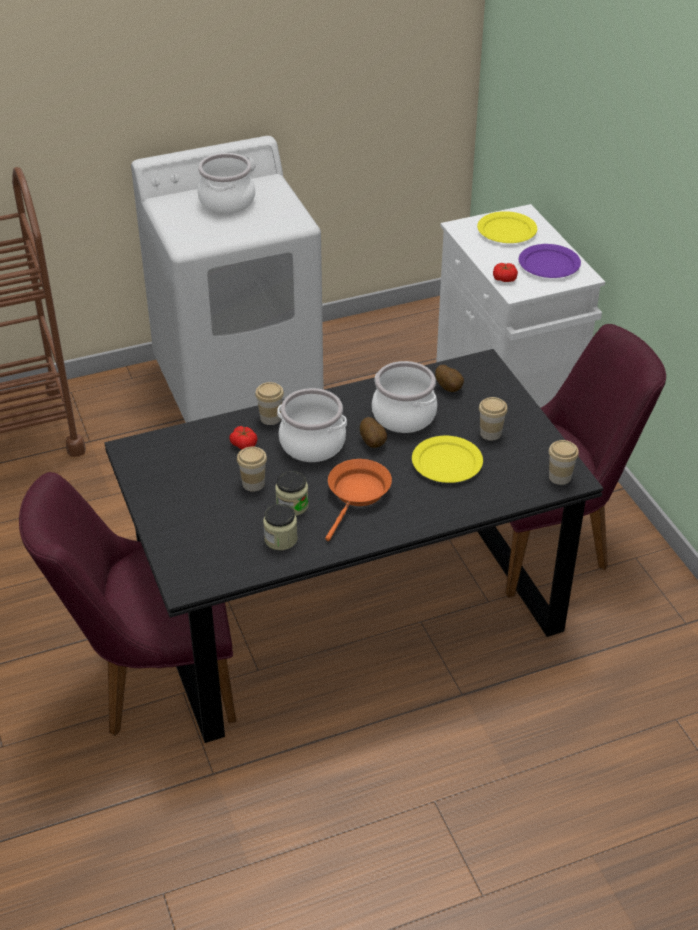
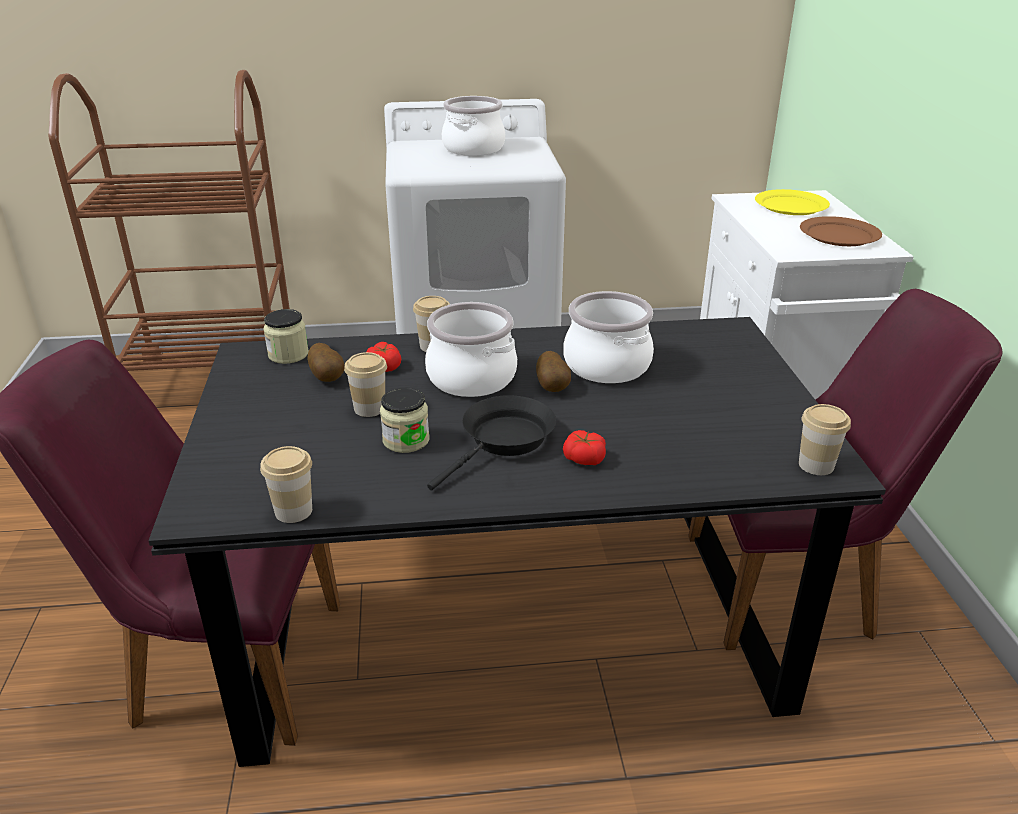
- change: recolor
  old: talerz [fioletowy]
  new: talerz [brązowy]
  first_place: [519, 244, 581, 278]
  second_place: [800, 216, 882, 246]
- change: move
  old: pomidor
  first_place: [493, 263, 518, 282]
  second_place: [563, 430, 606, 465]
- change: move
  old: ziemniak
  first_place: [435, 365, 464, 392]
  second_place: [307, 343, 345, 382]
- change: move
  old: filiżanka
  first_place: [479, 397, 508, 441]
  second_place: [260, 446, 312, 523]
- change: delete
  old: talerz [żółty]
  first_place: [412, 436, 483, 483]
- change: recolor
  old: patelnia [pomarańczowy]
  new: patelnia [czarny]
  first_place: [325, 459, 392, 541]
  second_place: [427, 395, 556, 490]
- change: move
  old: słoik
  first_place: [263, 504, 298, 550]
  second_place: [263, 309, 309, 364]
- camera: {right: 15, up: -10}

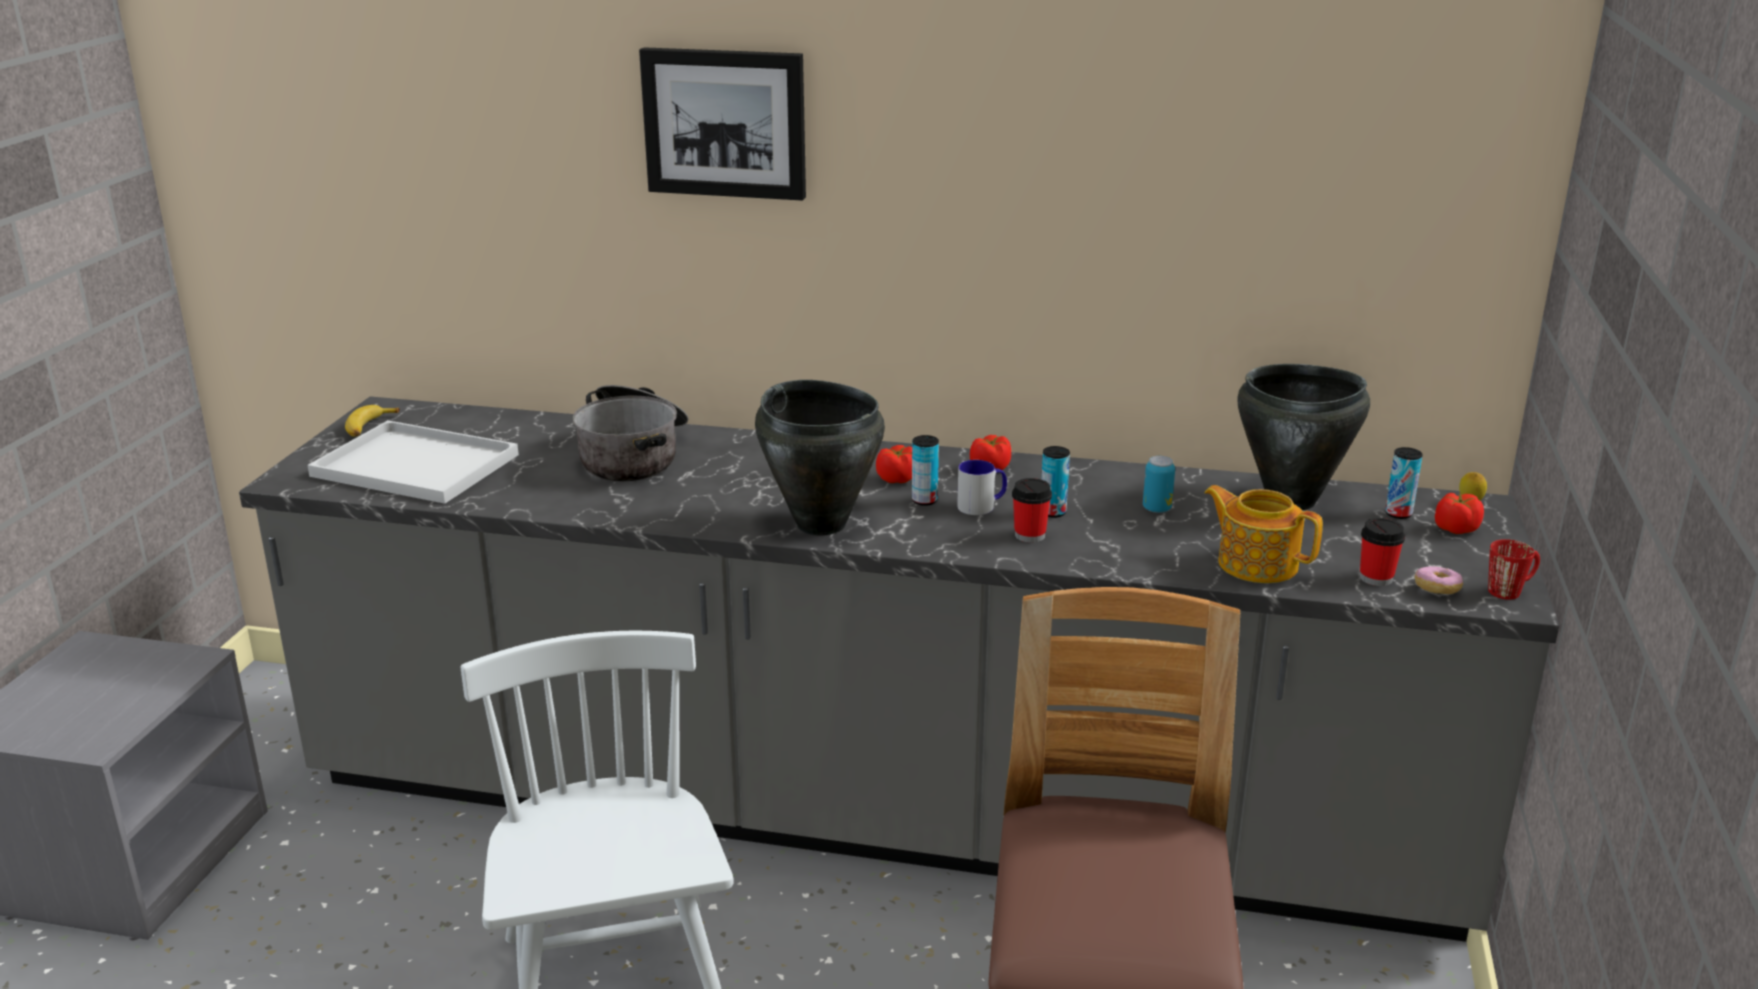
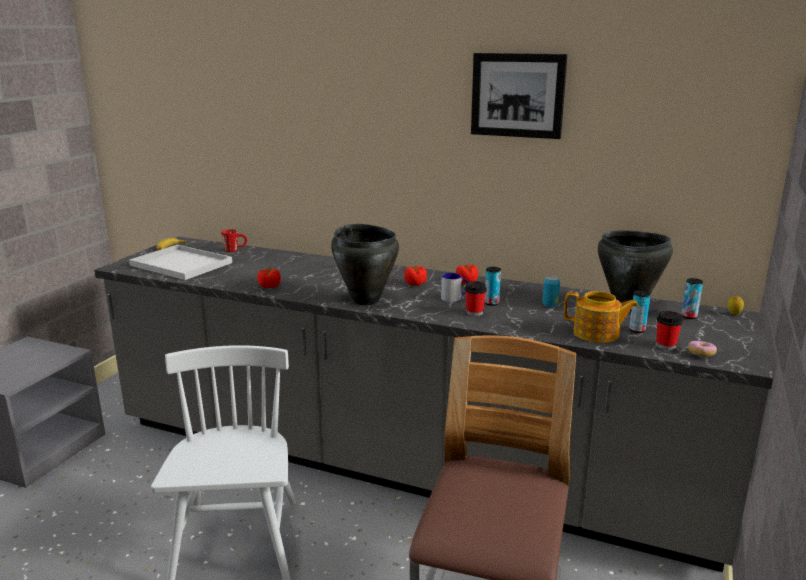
- change: move
  old: obraz
  first_place: [639, 47, 806, 201]
  second_place: [471, 53, 568, 139]
- change: delete
  old: garnek
  first_place: [572, 385, 689, 481]
- change: move
  old: puszka
  first_place: [912, 435, 939, 506]
  second_place: [629, 290, 651, 333]
- change: rotate
  old: imbryk
  first_place: [1204, 485, 1323, 583]
  second_place: [564, 291, 639, 343]
  degrees: 150
- change: move
  old: pomidor
  first_place: [1435, 493, 1484, 534]
  second_place: [257, 268, 281, 288]
- change: move
  old: kubek [czerwony]
  first_place: [1488, 539, 1540, 600]
  second_place: [221, 229, 247, 252]
- camera: {right: 10, up: -5}

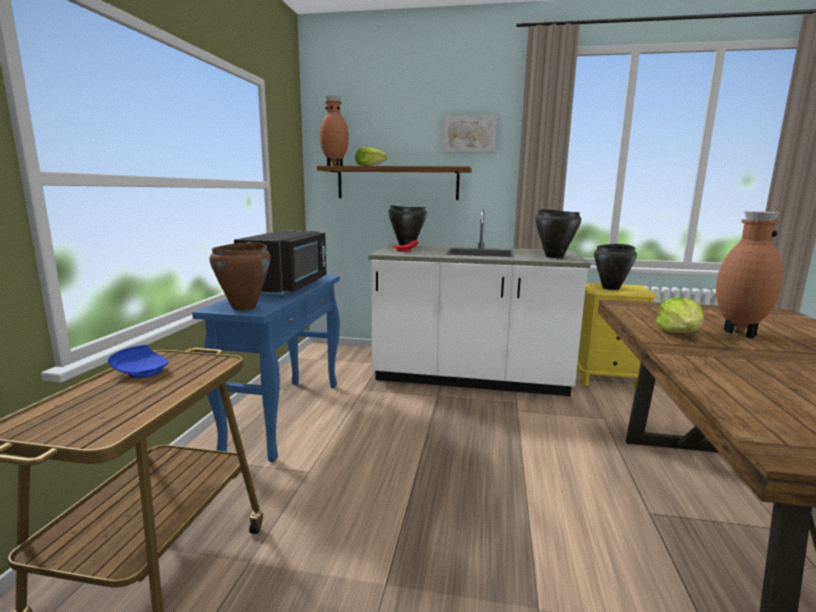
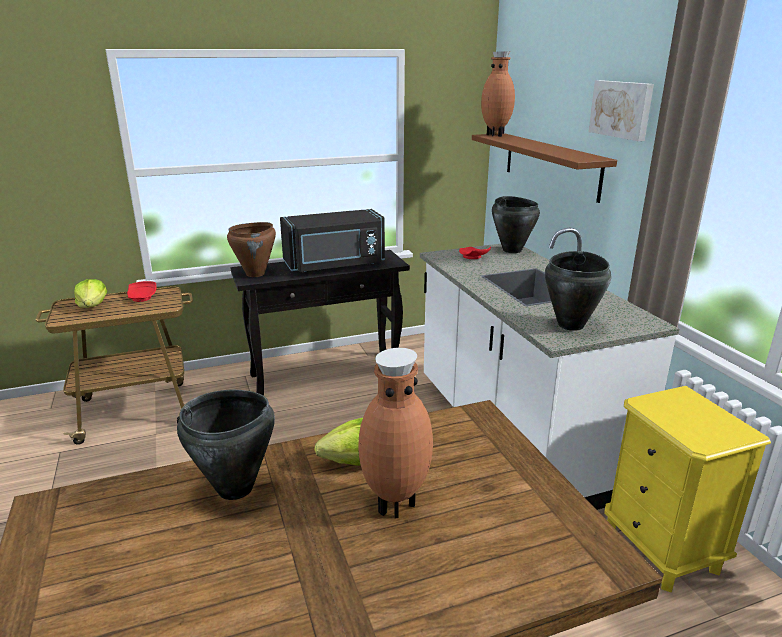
- change: move
  old: sałata
  first_place: [355, 147, 387, 166]
  second_place: [74, 279, 107, 308]
- change: move
  old: garnek [czarny]
  first_place: [594, 244, 637, 290]
  second_place: [177, 390, 275, 500]
- change: recolor
  old: stolik konsolowy [niebieski]
  new: stolik konsolowy [czarny]
  first_place: [192, 275, 340, 462]
  second_place: [230, 250, 410, 396]
- change: recolor
  old: talerz [niebieski]
  new: talerz [czerwony]
  first_place: [108, 345, 169, 378]
  second_place: [127, 281, 157, 302]
- camera: {right: 60, up: 10}

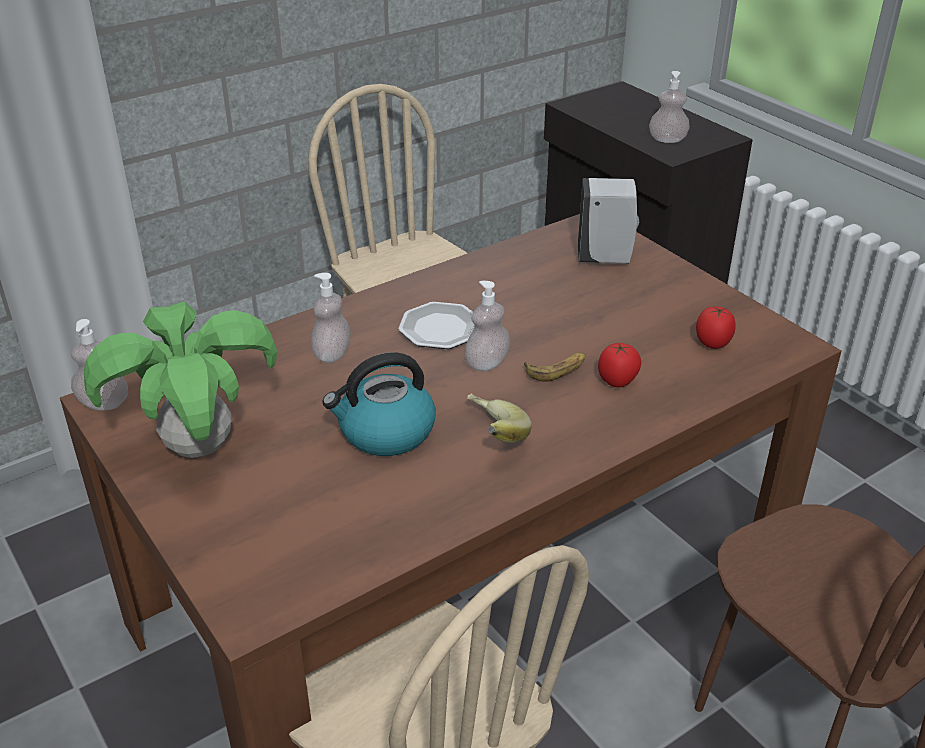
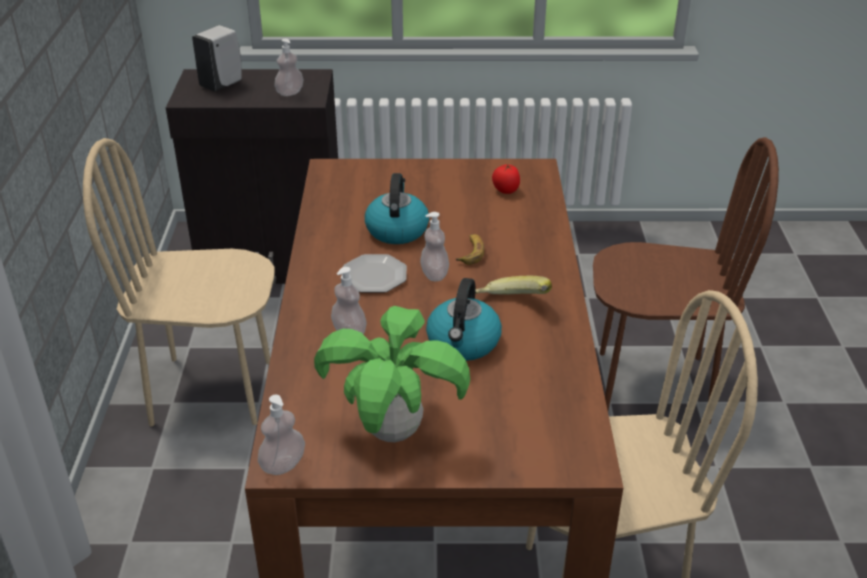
- change: move
  old: dozownik mydła [biały]
  first_place: [578, 178, 639, 264]
  second_place: [192, 25, 242, 91]
- change: delete
  old: pomidor
  first_place: [598, 343, 641, 388]
- change: insert
  new: czajnik
  second_place: [365, 173, 429, 244]
- camera: {right: -55, up: 0}

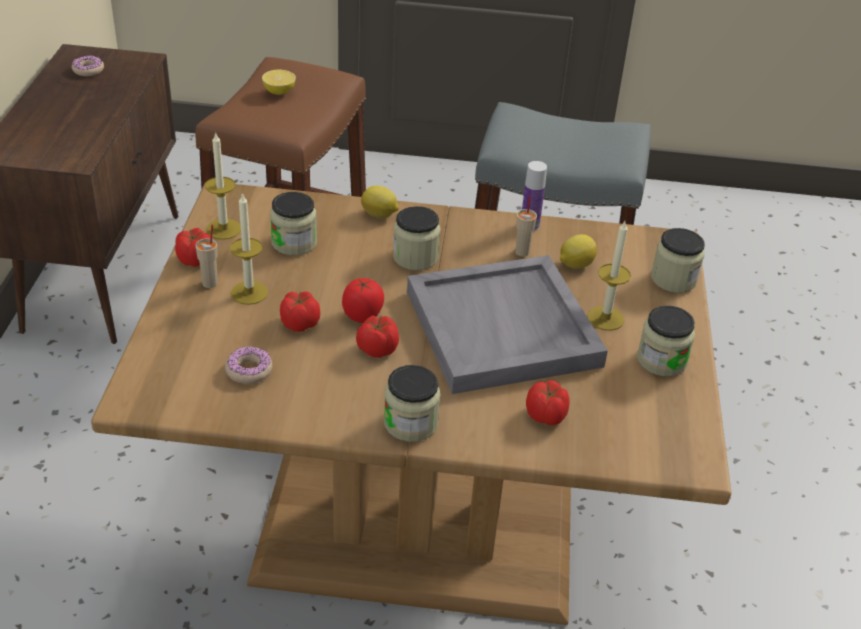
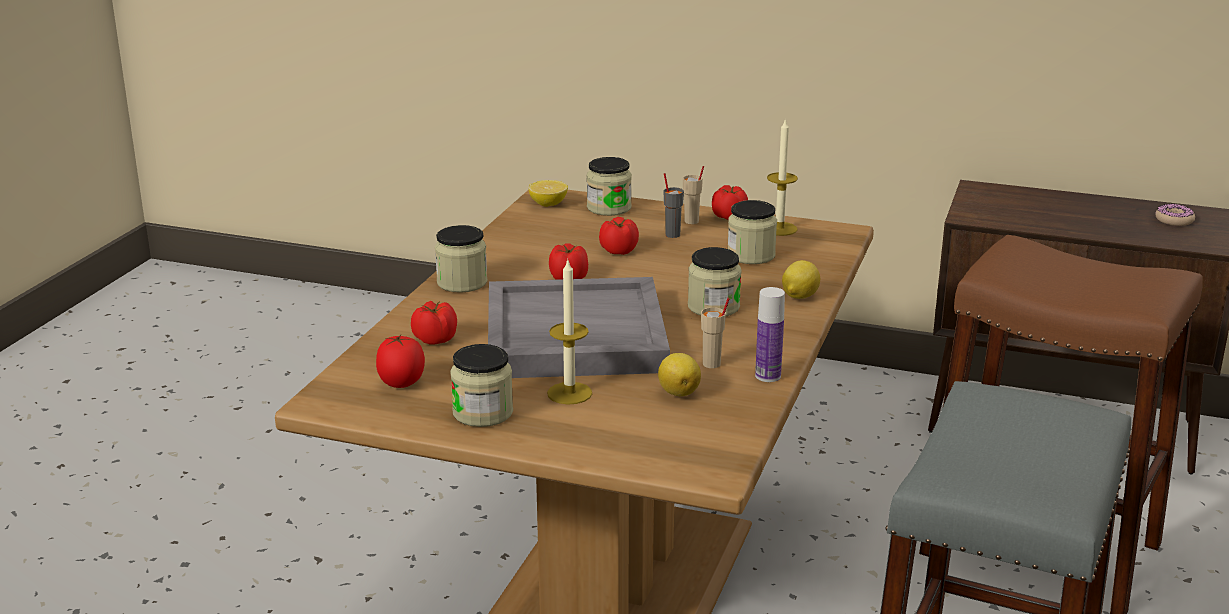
- change: move
  old: cytryna
  first_place: [262, 69, 296, 95]
  second_place: [528, 180, 568, 207]
- change: replace
  old: świeca
  new: filiżanka [szary]
  first_place: [230, 193, 268, 305]
  second_place: [663, 173, 684, 238]
- change: move
  old: słoik
  first_place: [651, 228, 705, 293]
  second_place: [587, 157, 632, 216]
- change: move
  old: pomidor
  first_place: [342, 278, 384, 323]
  second_place: [376, 335, 425, 388]
- change: delete
  old: donut
  first_place: [225, 346, 272, 384]
- camera: {right: 105, up: -15}

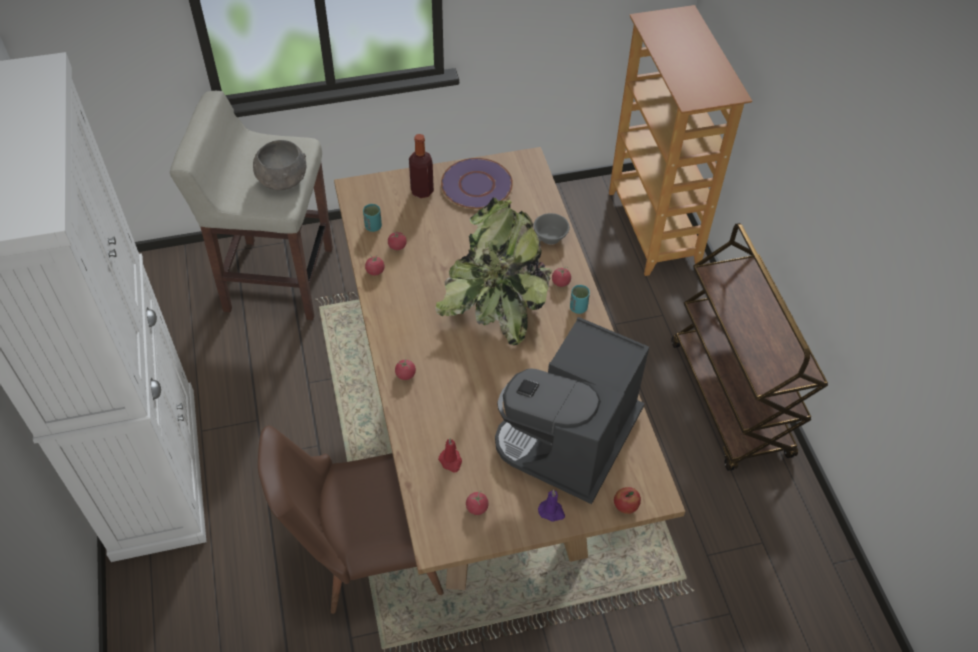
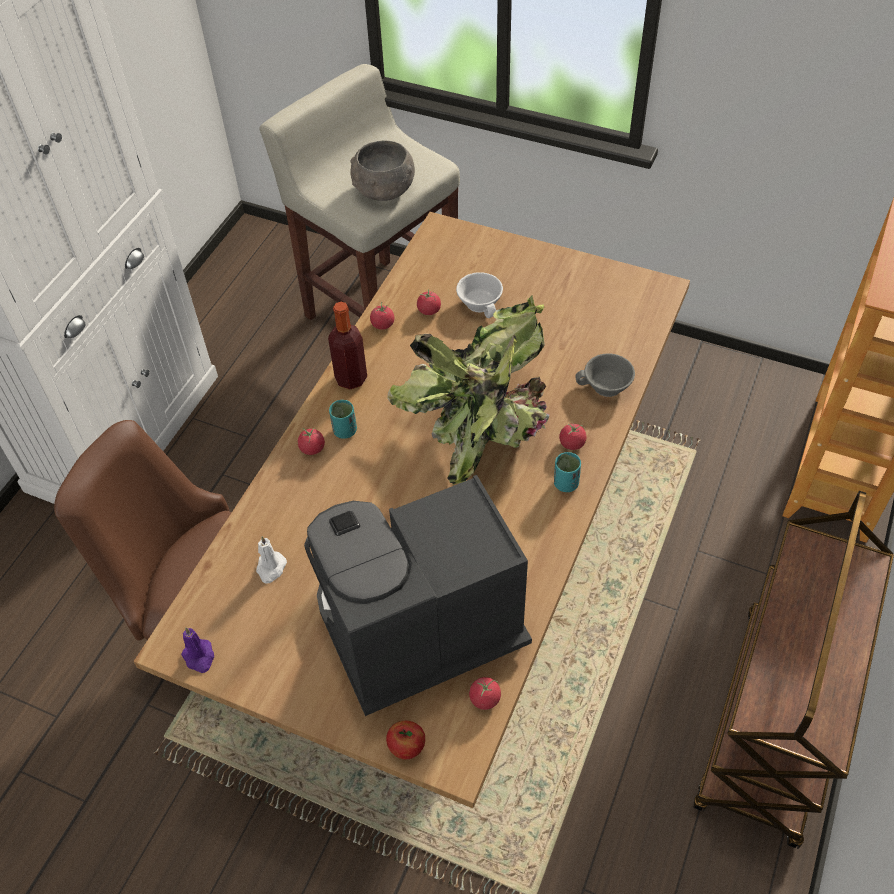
- change: move
  old: butelka
  first_place: [409, 134, 434, 198]
  second_place: [328, 302, 367, 389]
- change: delete
  old: talerz [fioletowy]
  first_place: [441, 158, 513, 209]
- change: move
  old: filiżanka [turkusowy]
  first_place: [363, 204, 382, 232]
  second_place: [329, 400, 357, 439]
- change: recolor
  old: świeca [czerwony]
  new: świeca [biały]
  first_place: [438, 438, 462, 472]
  second_place: [256, 536, 287, 584]
- change: move
  old: świeca [fioletowy]
  first_place: [538, 490, 565, 522]
  second_place: [181, 627, 214, 673]
- change: move
  old: pomidor
  first_place: [466, 491, 489, 515]
  second_place: [469, 677, 501, 710]
- change: insert
  new: filiżanka [biały]
  second_place: [456, 272, 503, 318]
- camera: {right: 40, up: 0}

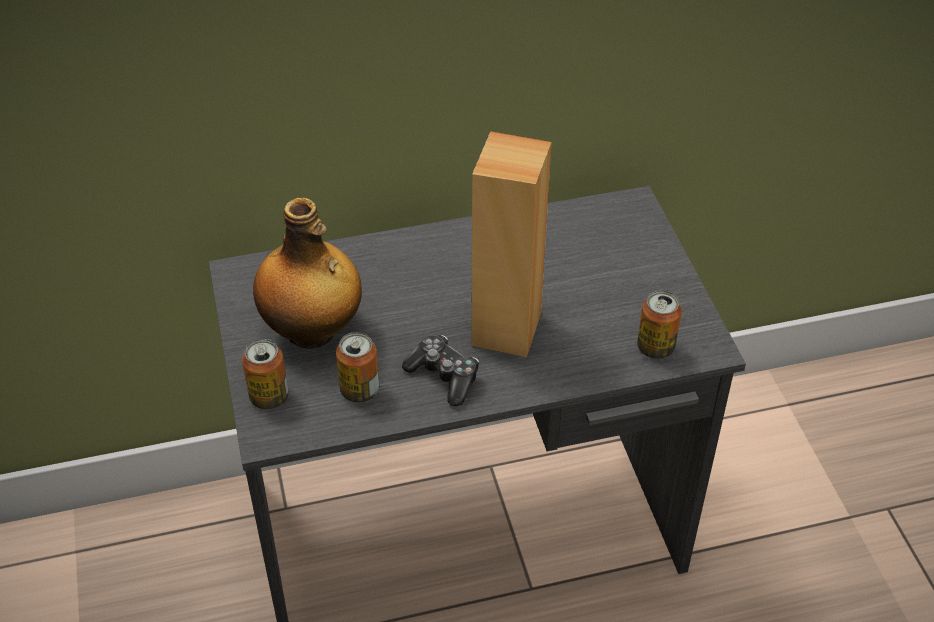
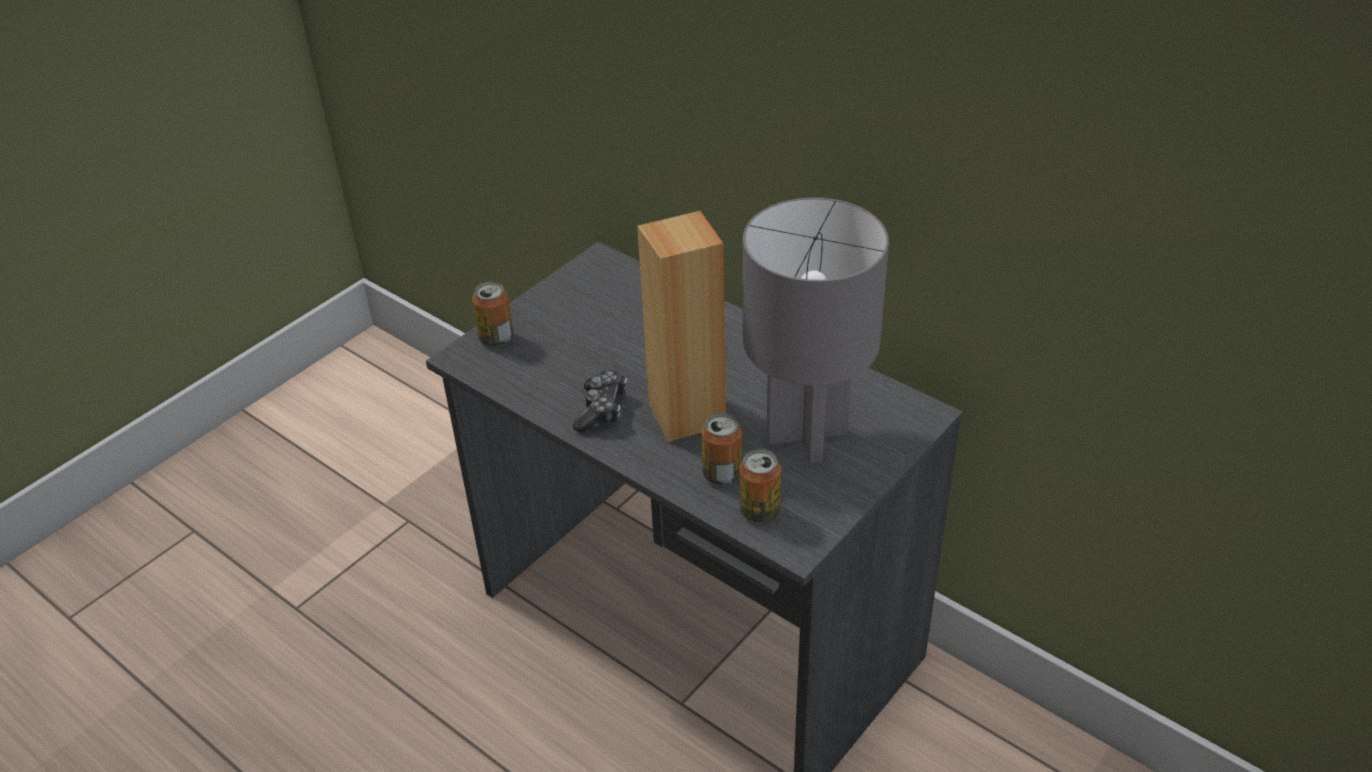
- change: delete
  old: butelka
  first_place: [253, 198, 362, 349]
- change: move
  old: puszka
  first_place: [336, 332, 379, 403]
  second_place: [702, 413, 742, 485]
- change: insert
  new: lampa stołowa [szary]
  second_place: [743, 198, 889, 464]
- camera: {right: 55, up: -5}

